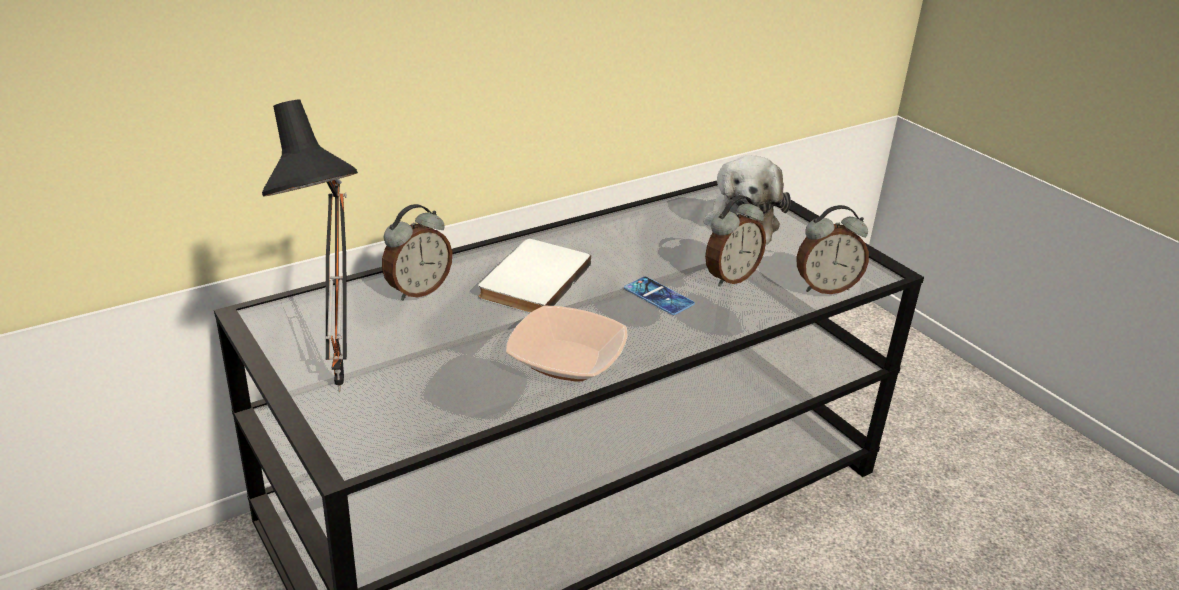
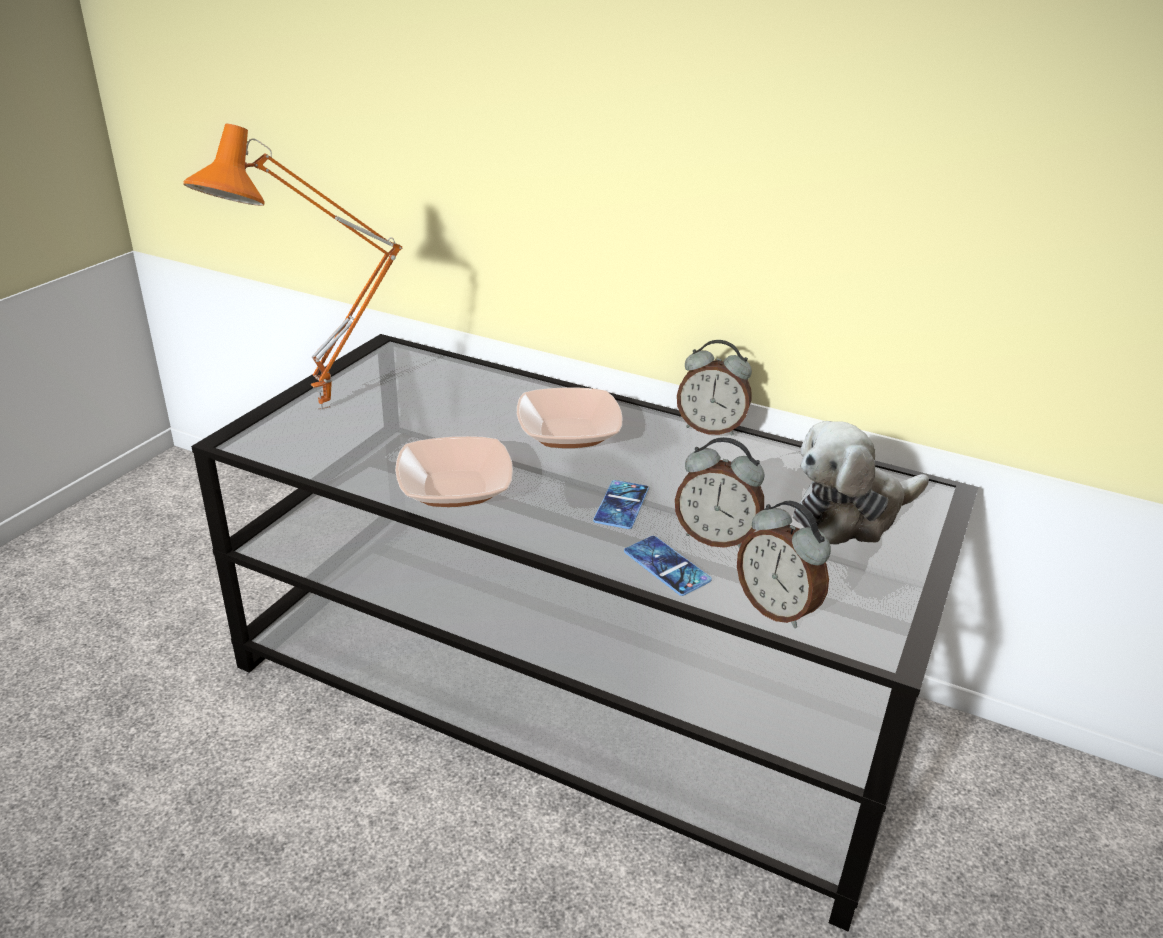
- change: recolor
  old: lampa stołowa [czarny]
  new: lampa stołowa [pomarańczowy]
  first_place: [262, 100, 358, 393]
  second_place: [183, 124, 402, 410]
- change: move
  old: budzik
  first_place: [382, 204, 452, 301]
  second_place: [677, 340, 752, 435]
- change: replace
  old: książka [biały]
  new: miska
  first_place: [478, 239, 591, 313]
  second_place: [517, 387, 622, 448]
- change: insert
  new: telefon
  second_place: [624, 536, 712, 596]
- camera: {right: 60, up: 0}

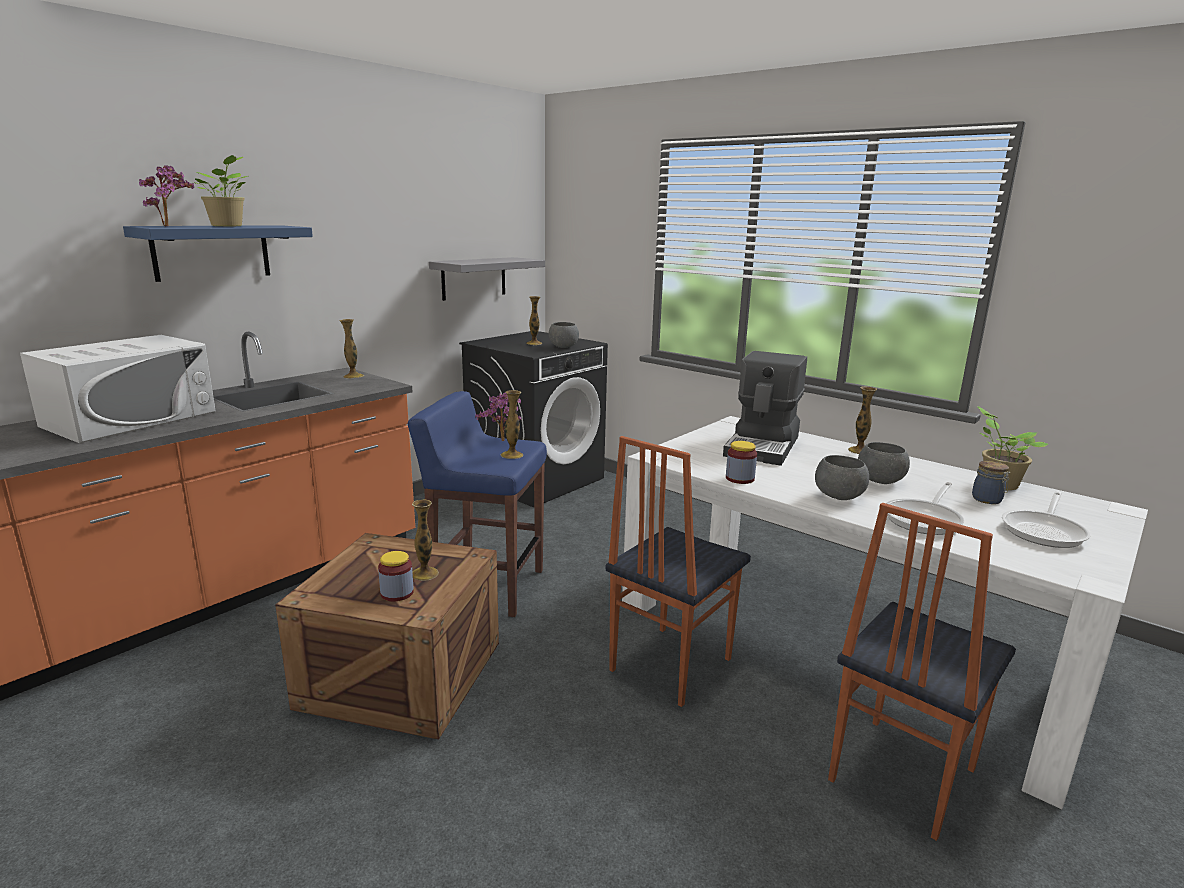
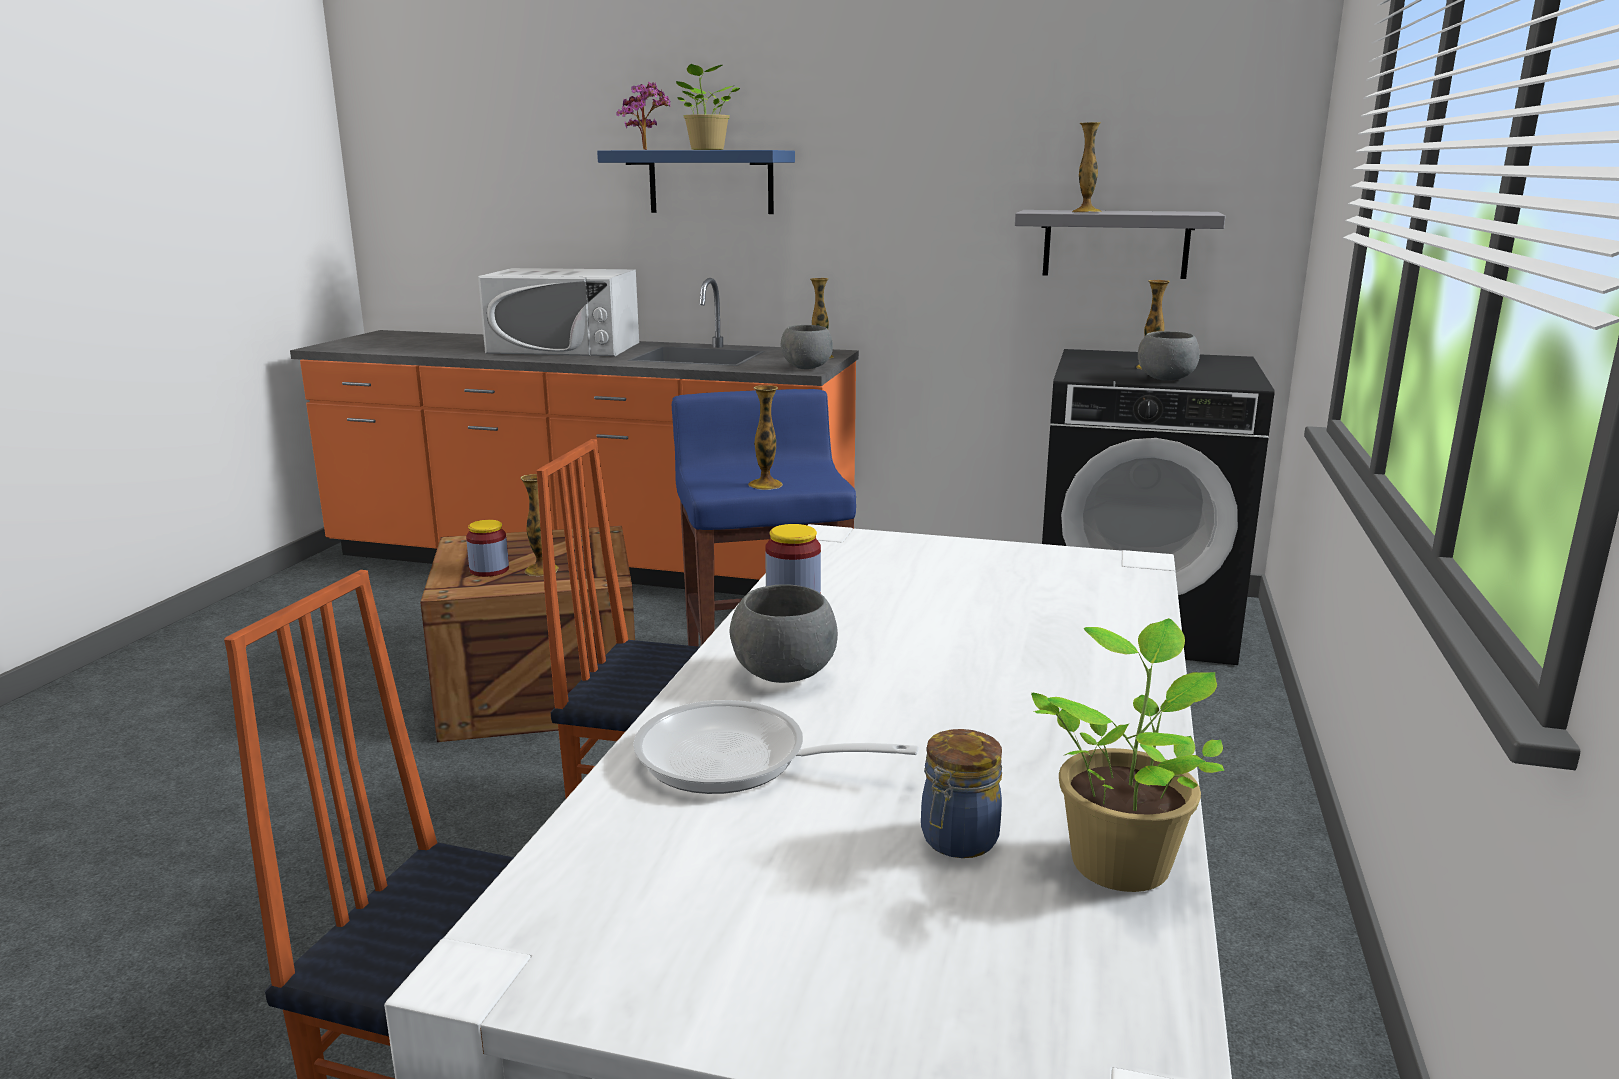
- change: delete
  old: ekspres do kawy
  first_place: [723, 351, 807, 466]
- change: move
  old: wazon
  first_place: [848, 387, 877, 454]
  second_place: [1072, 122, 1102, 212]
- change: delete
  old: roślina doniczkowa
  first_place: [475, 393, 521, 441]
- change: move
  old: miska [szary]
  first_place: [858, 442, 910, 484]
  second_place: [781, 325, 833, 369]
- change: delete
  old: patelnia
  first_place: [1002, 491, 1091, 548]
- camera: {right: 65, up: 0}

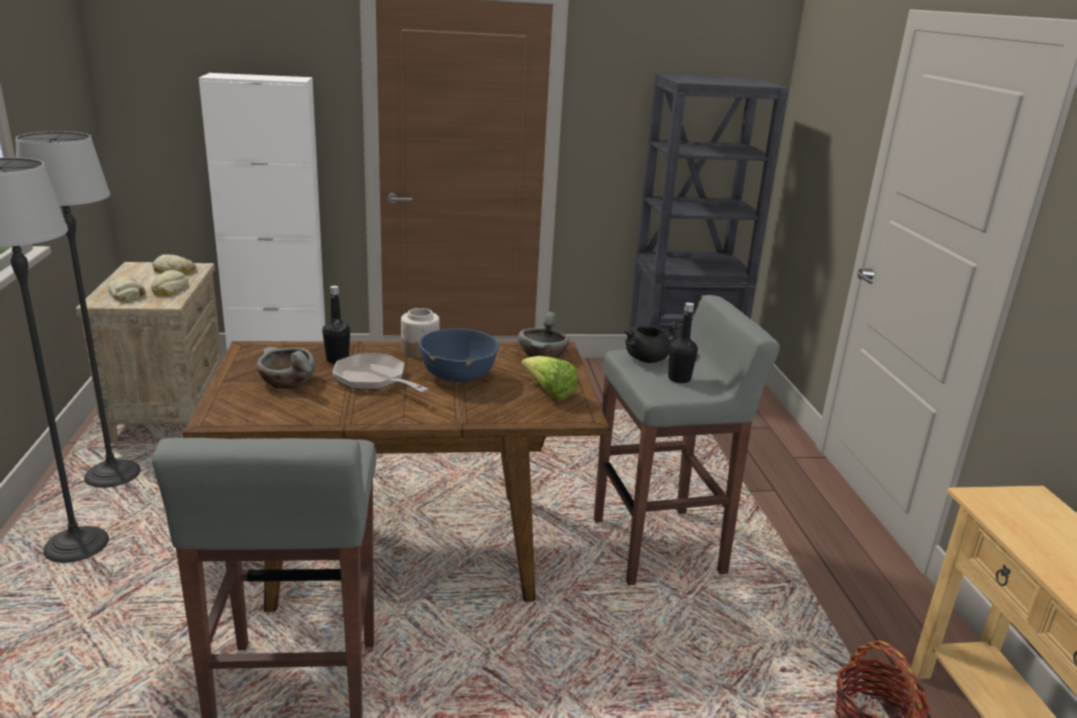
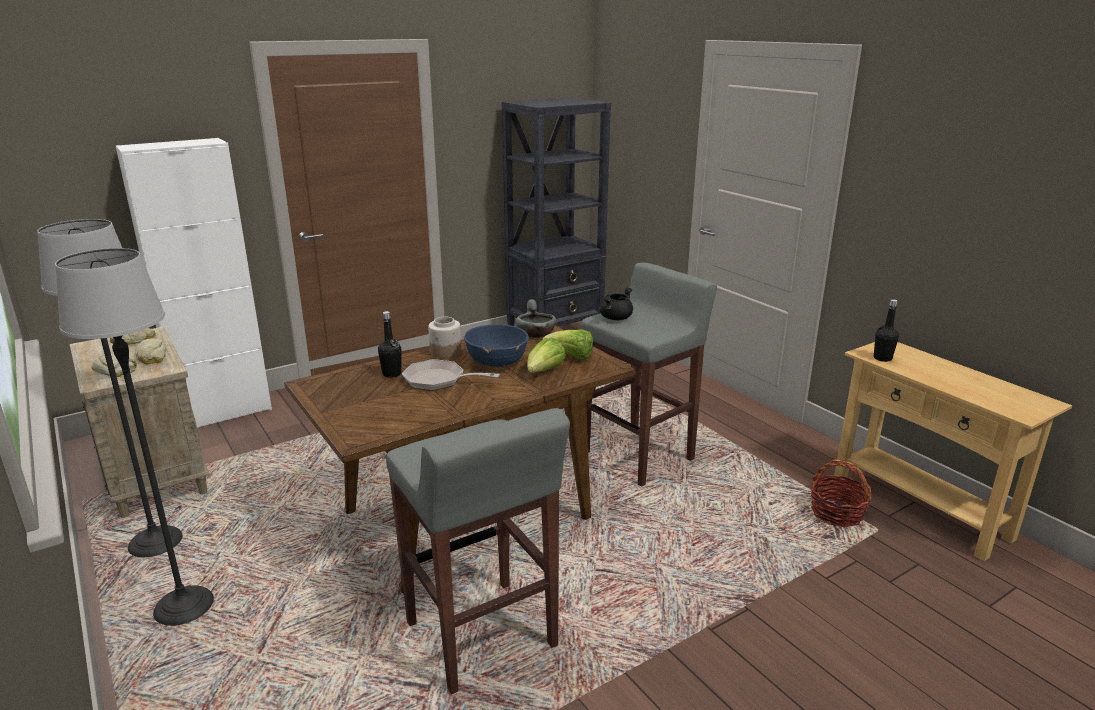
- change: move
  old: butelka [czarny]
  first_place: [668, 302, 698, 383]
  second_place: [874, 299, 899, 362]
- change: delete
  old: miska [szary]
  first_place: [256, 347, 315, 389]
- change: insert
  new: sałata
  second_place: [527, 337, 566, 373]
- camera: {right: -25, up: 0}

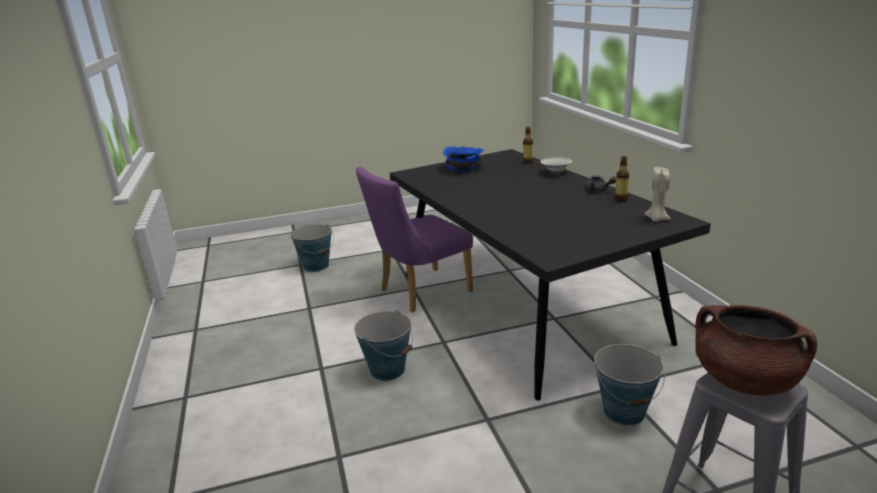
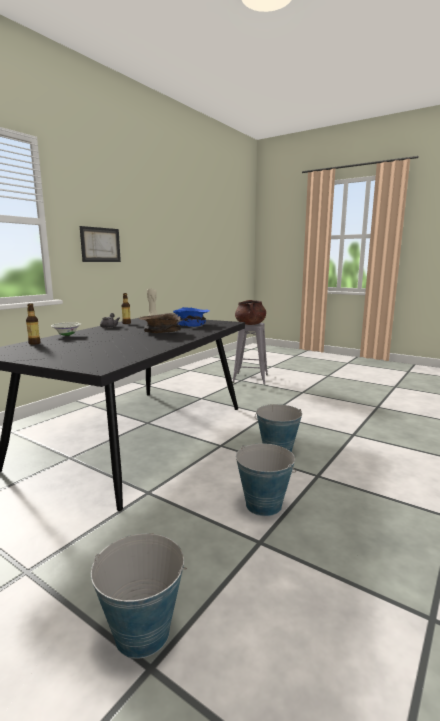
- change: move
  old: miska [niebieski]
  first_place: [443, 146, 484, 172]
  second_place: [173, 307, 210, 327]
- change: delete
  old: krzesło [fioletowy]
  first_place: [356, 167, 473, 313]
- change: move
  old: wiadro
  first_place: [594, 344, 665, 426]
  second_place: [236, 443, 296, 516]
- change: insert
  new: obraz
  second_place: [80, 226, 121, 262]
- change: insert
  new: miska [brązowy]
  second_place: [139, 313, 181, 333]
- camera: {right: -130, up: -10}

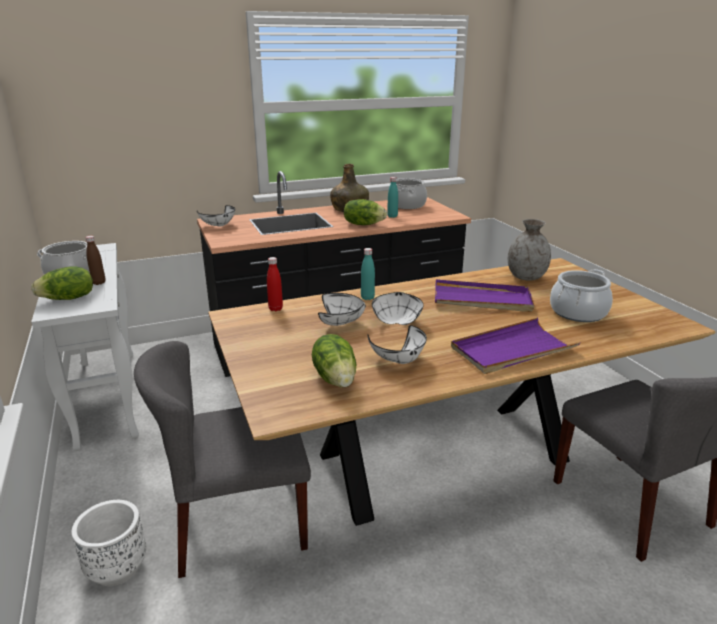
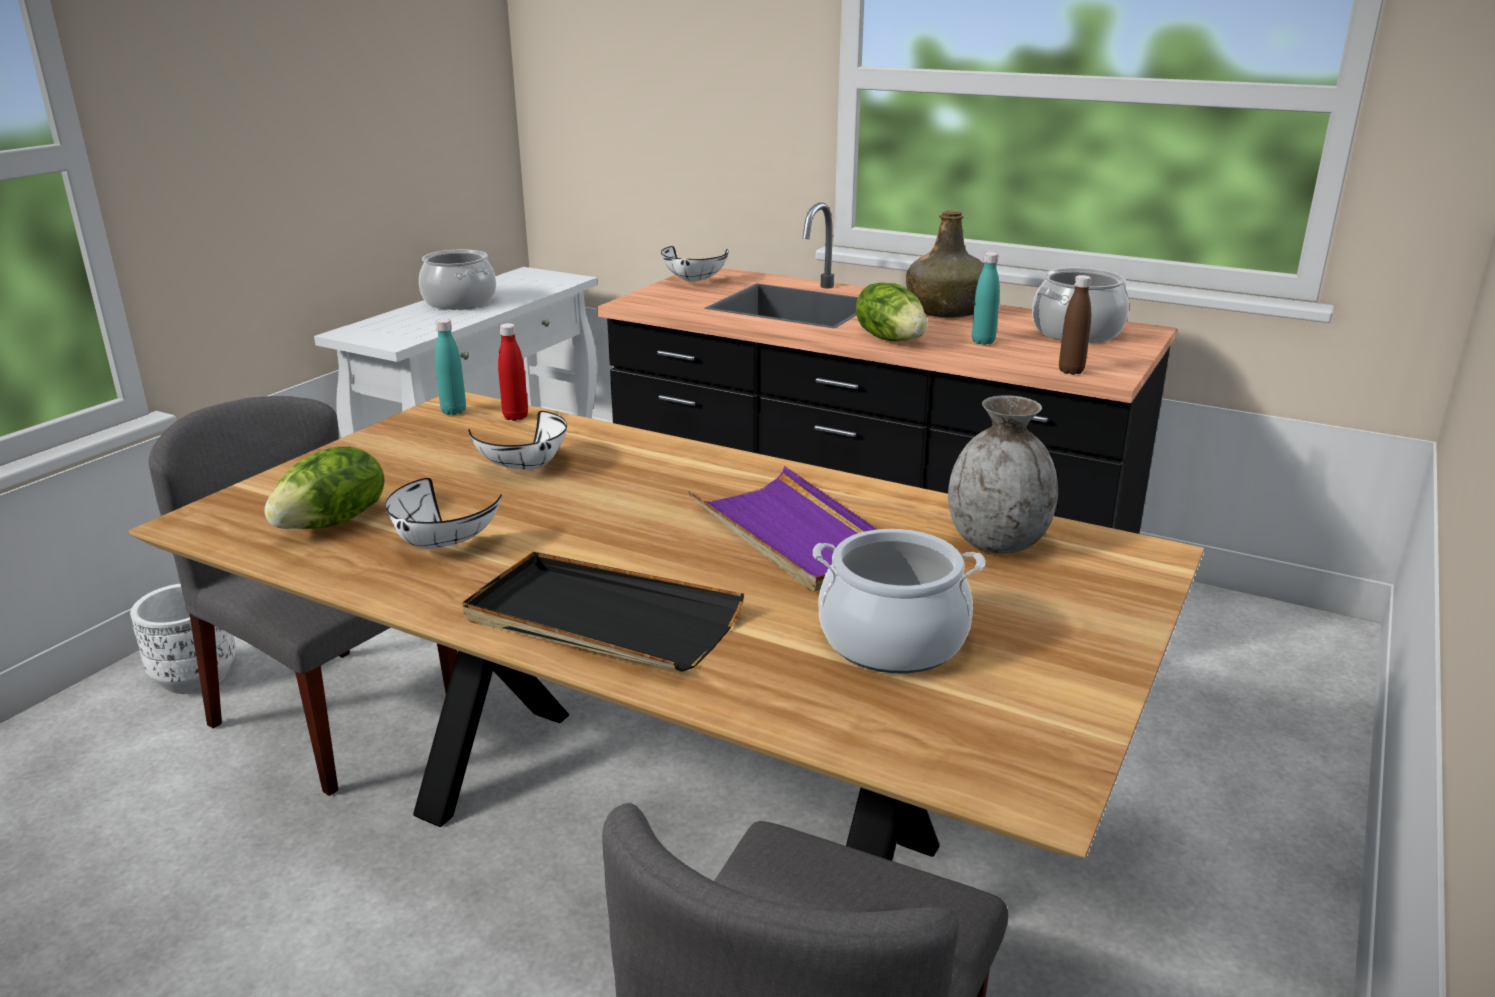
- change: move
  old: butelka [brązowy]
  first_place: [85, 236, 106, 285]
  second_place: [1059, 275, 1091, 375]
- change: move
  old: butelka [turkusowy]
  first_place: [361, 248, 375, 300]
  second_place: [435, 319, 466, 415]
- change: delete
  old: sałata
  first_place: [31, 267, 93, 300]
- change: delete
  old: miska [biały]
  first_place: [372, 292, 424, 325]
- change: recolor
  old: taca [fioletowy]
  new: taca [czarny]
  first_place: [451, 318, 580, 374]
  second_place: [462, 552, 744, 672]
- camera: {right: 50, up: 0}

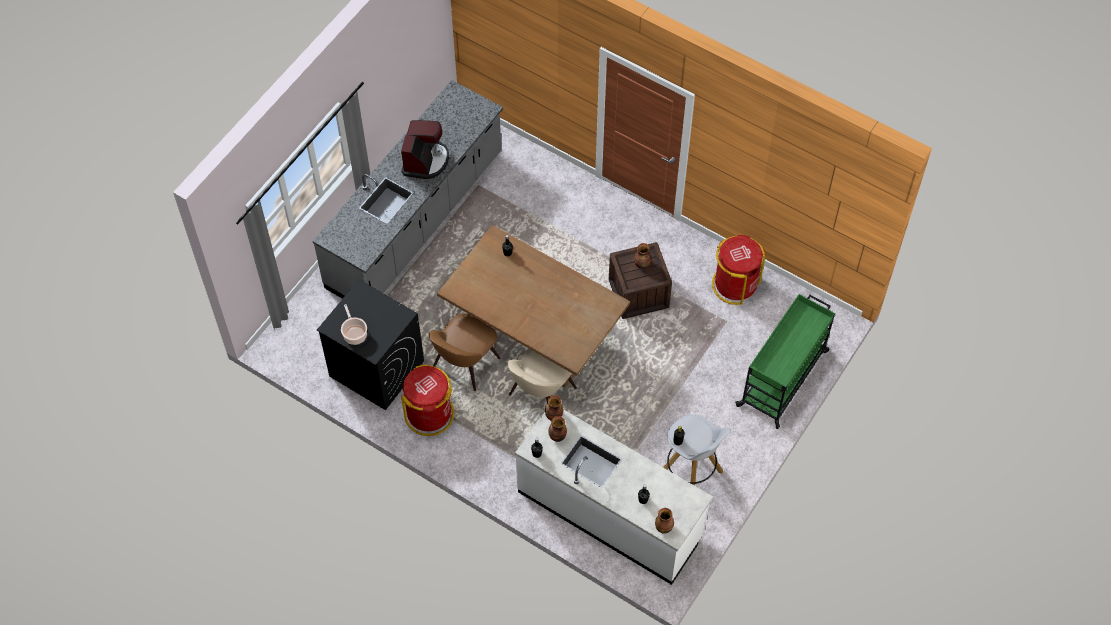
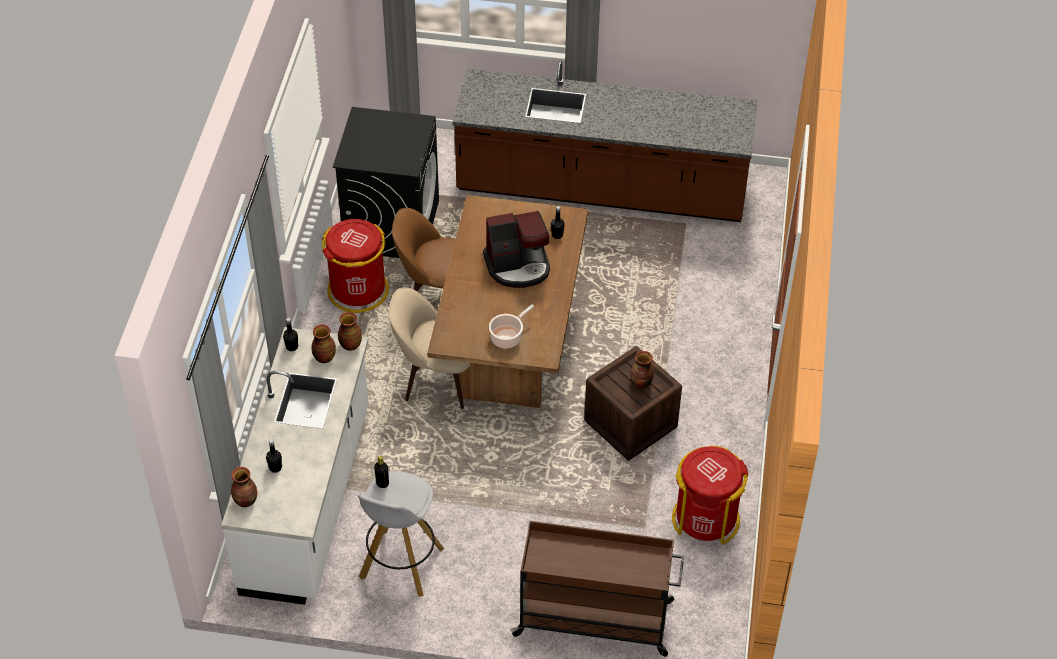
- change: recolor
  old: zabudowa kuchenna [szary]
  new: zabudowa kuchenna [brązowy]
  first_place: [313, 80, 503, 299]
  second_place: [453, 61, 758, 222]
- change: move
  old: ekspres do kawy
  first_place: [401, 120, 449, 179]
  second_place: [483, 211, 550, 288]
- change: recolor
  old: wózek [zielony]
  new: wózek [brązowy]
  first_place: [735, 294, 835, 429]
  second_place: [510, 521, 684, 657]
- change: move
  old: garnek
  first_place: [341, 304, 367, 345]
  second_place: [489, 304, 534, 349]
- camera: {right: 65, up: -10}

